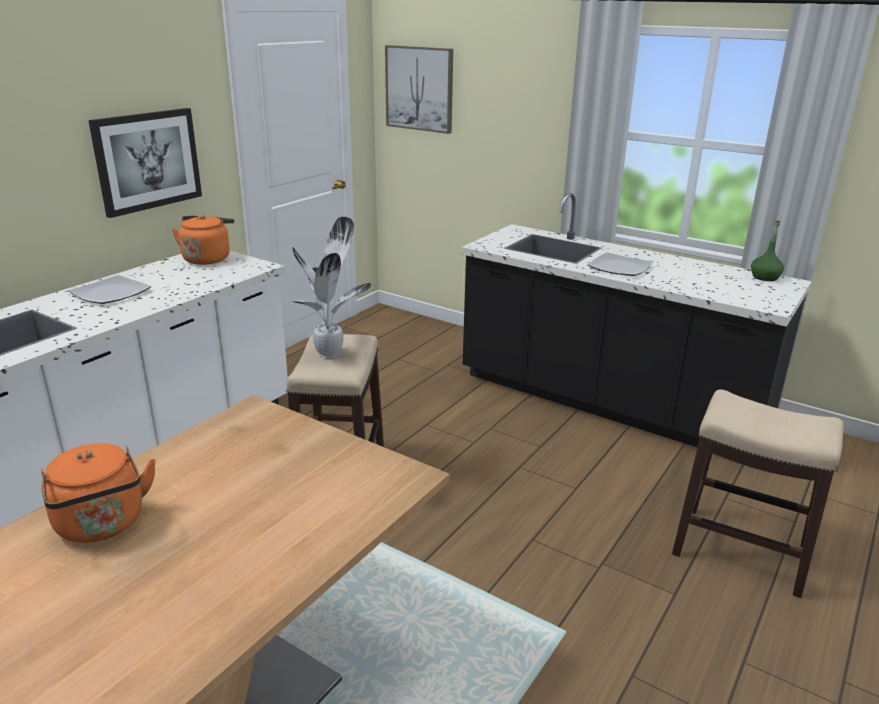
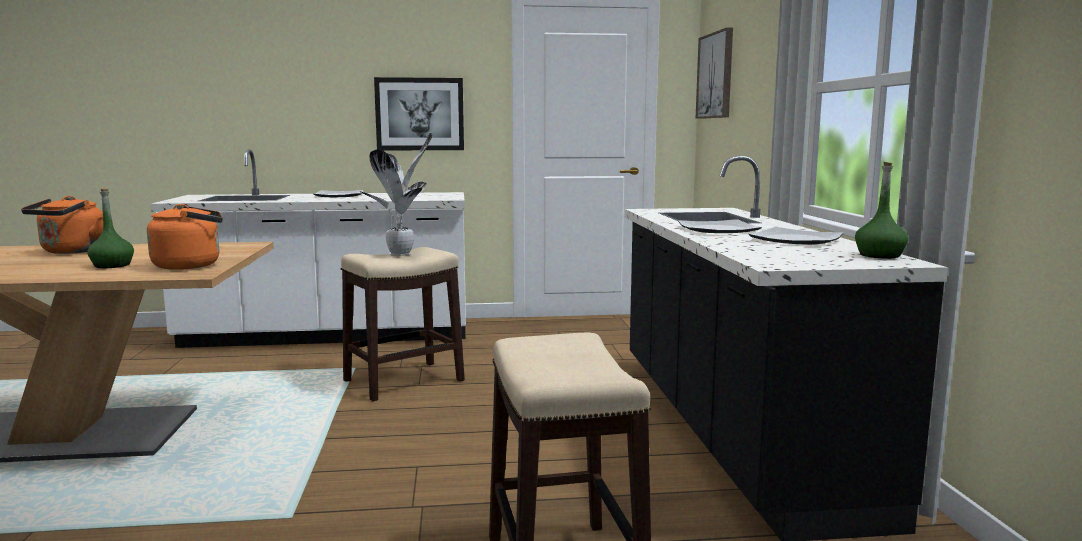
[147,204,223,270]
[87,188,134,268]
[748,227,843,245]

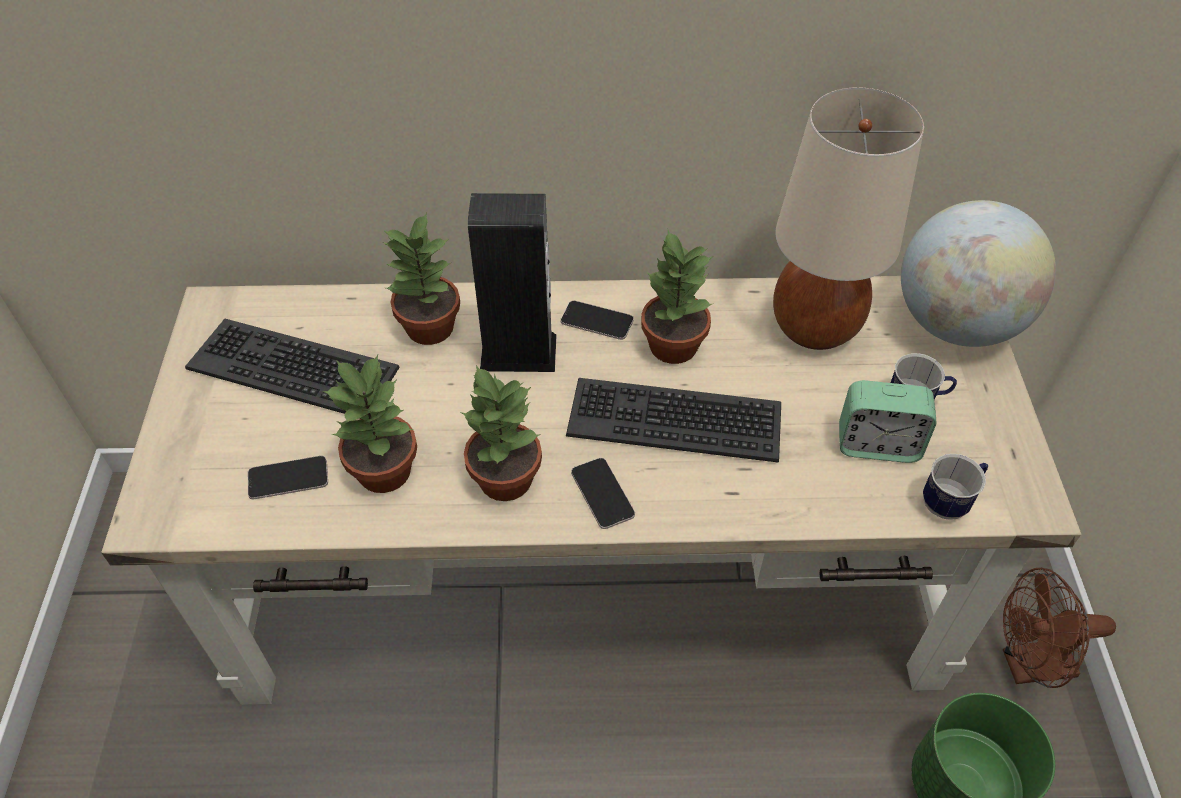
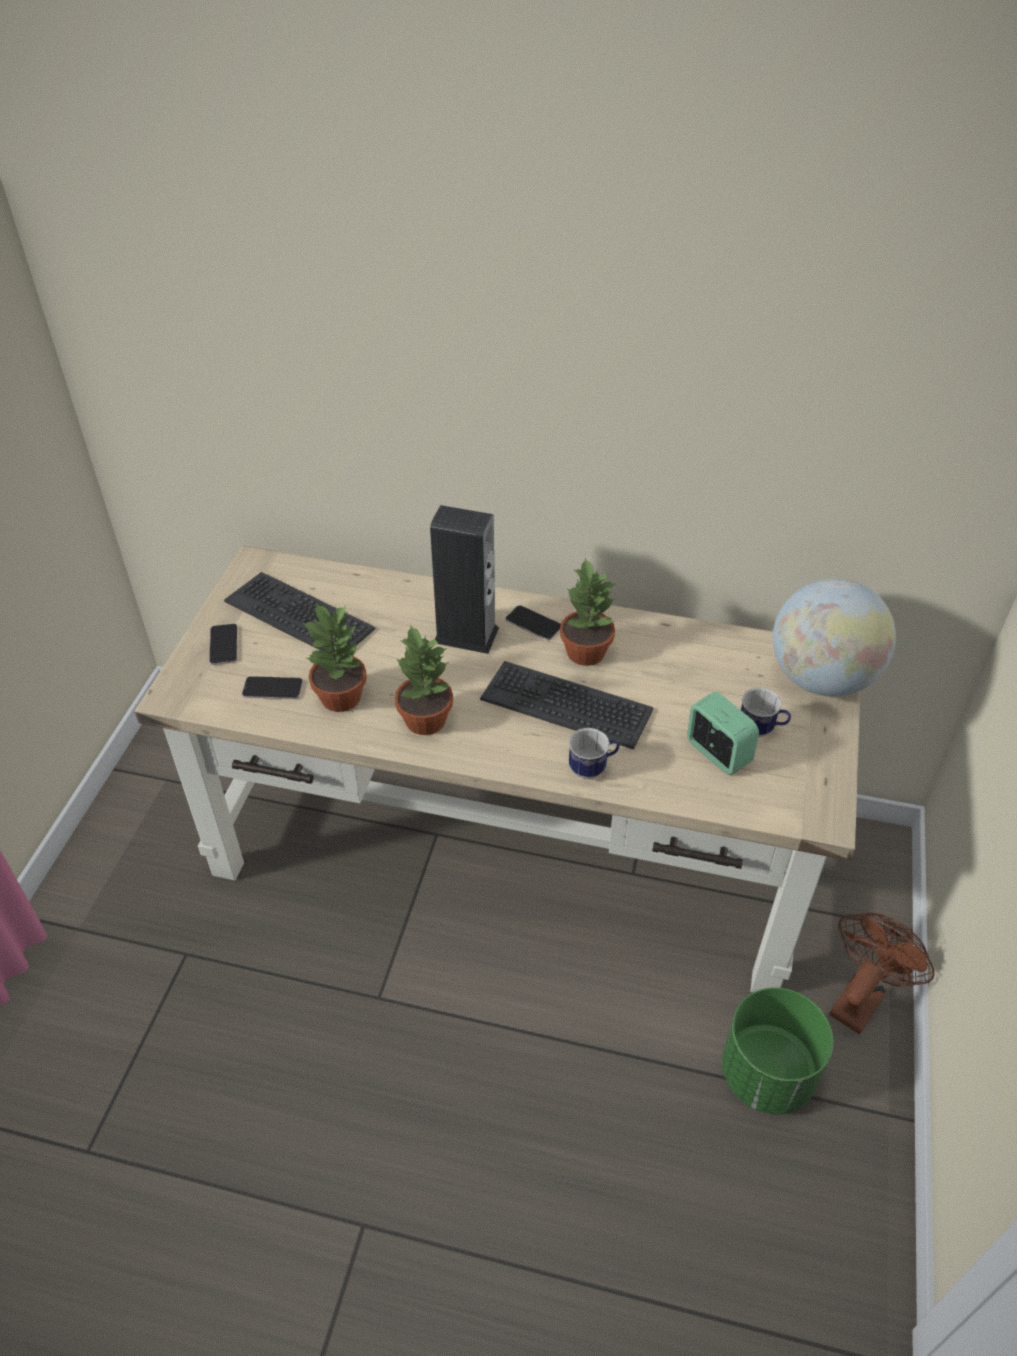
[383,212,460,345] (first image)
[209,624,238,665]
[773,87,924,350] (first image)
[687,692,759,775]
[569,728,620,779]
[829,913,934,1034]

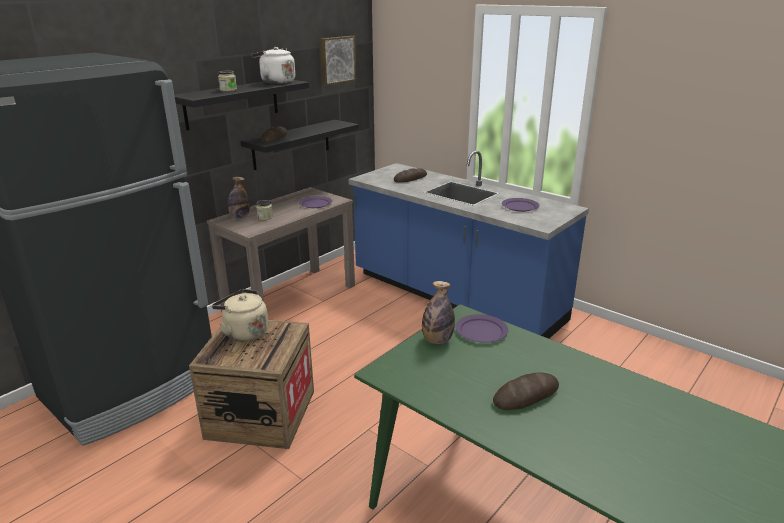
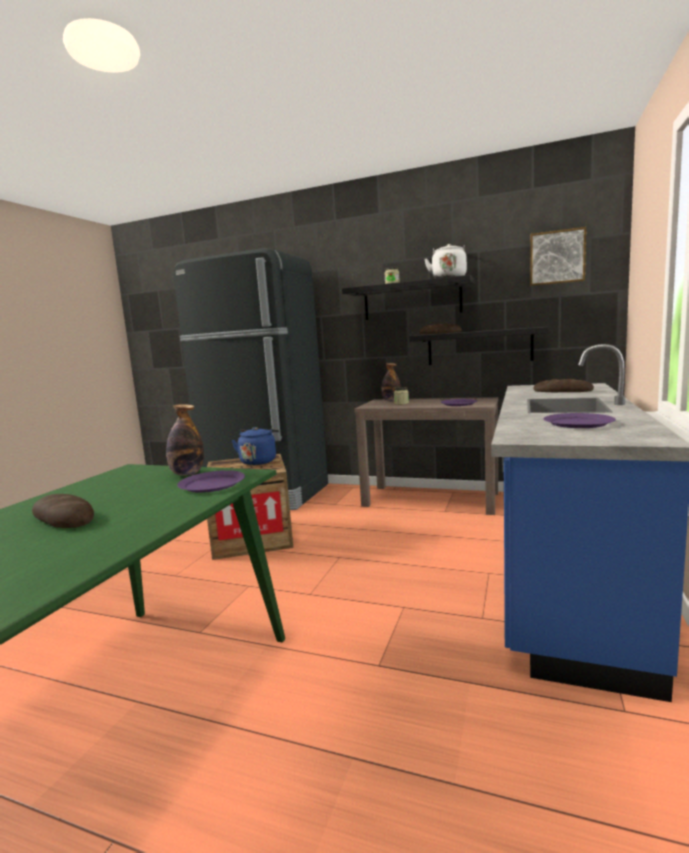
[231,427,279,465]

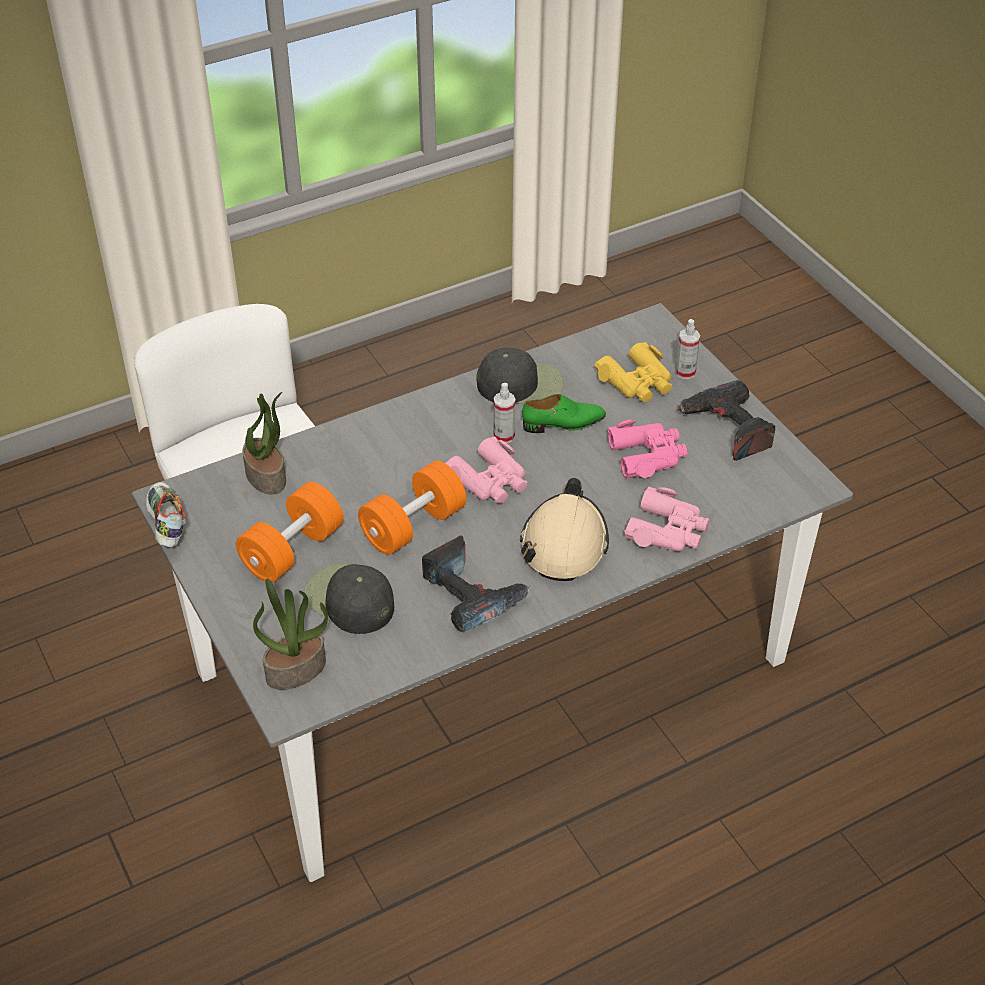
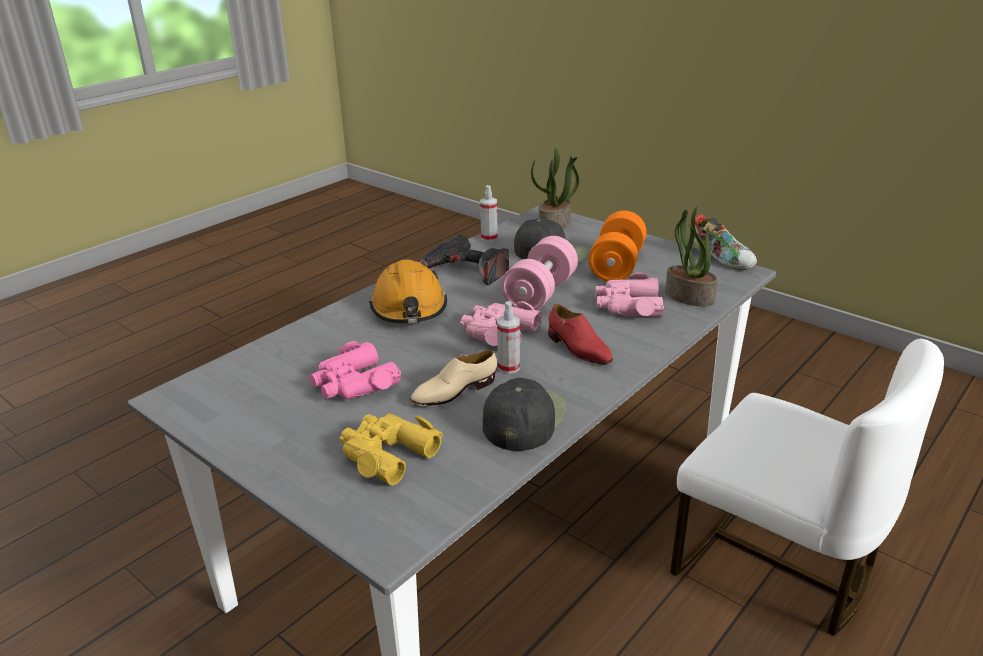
[501,236,578,310]
[483,378,566,451]
[369,259,447,323]
[410,350,497,406]
[595,272,664,317]
[480,185,498,242]
[677,380,775,461] (first image)
[548,304,613,365]

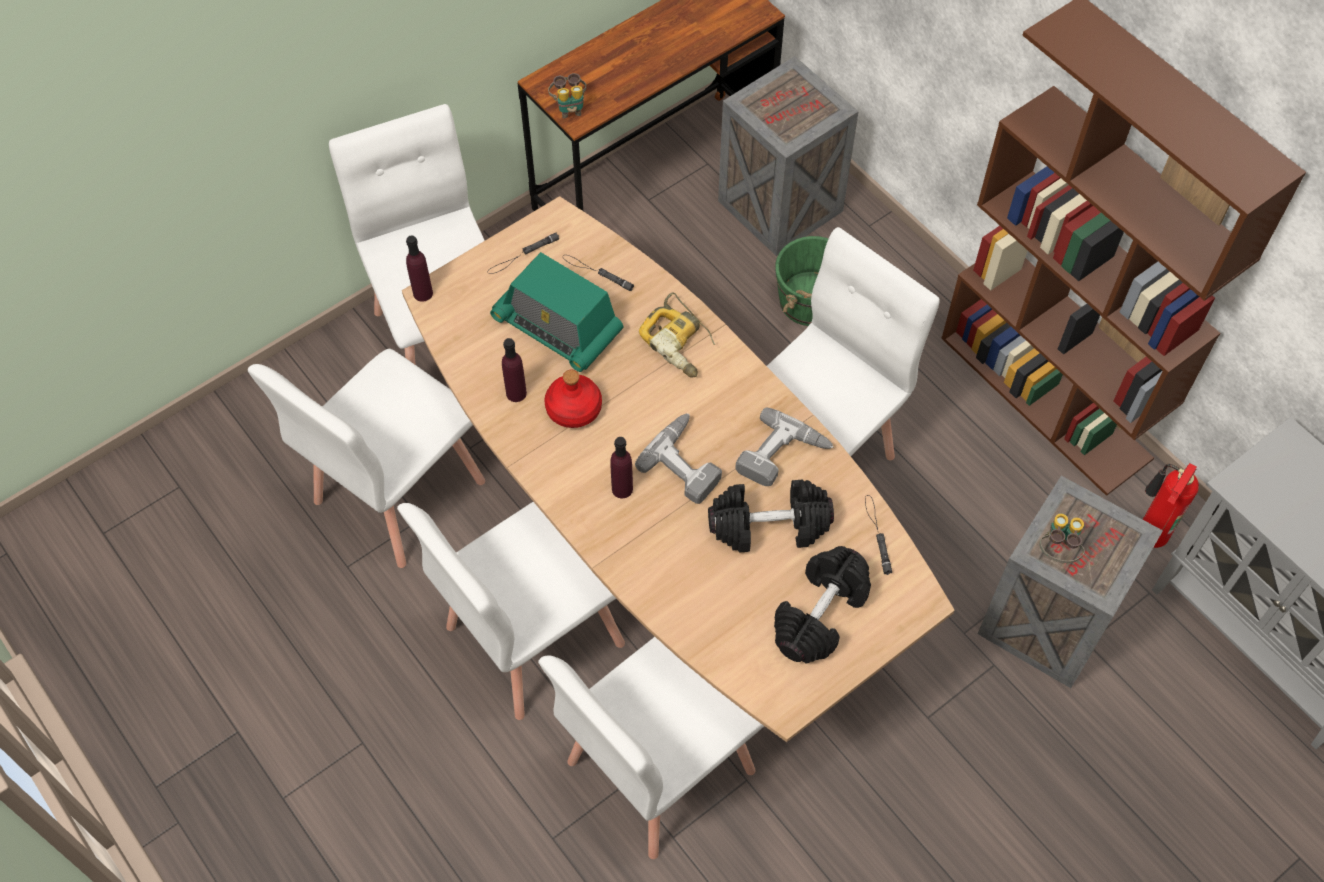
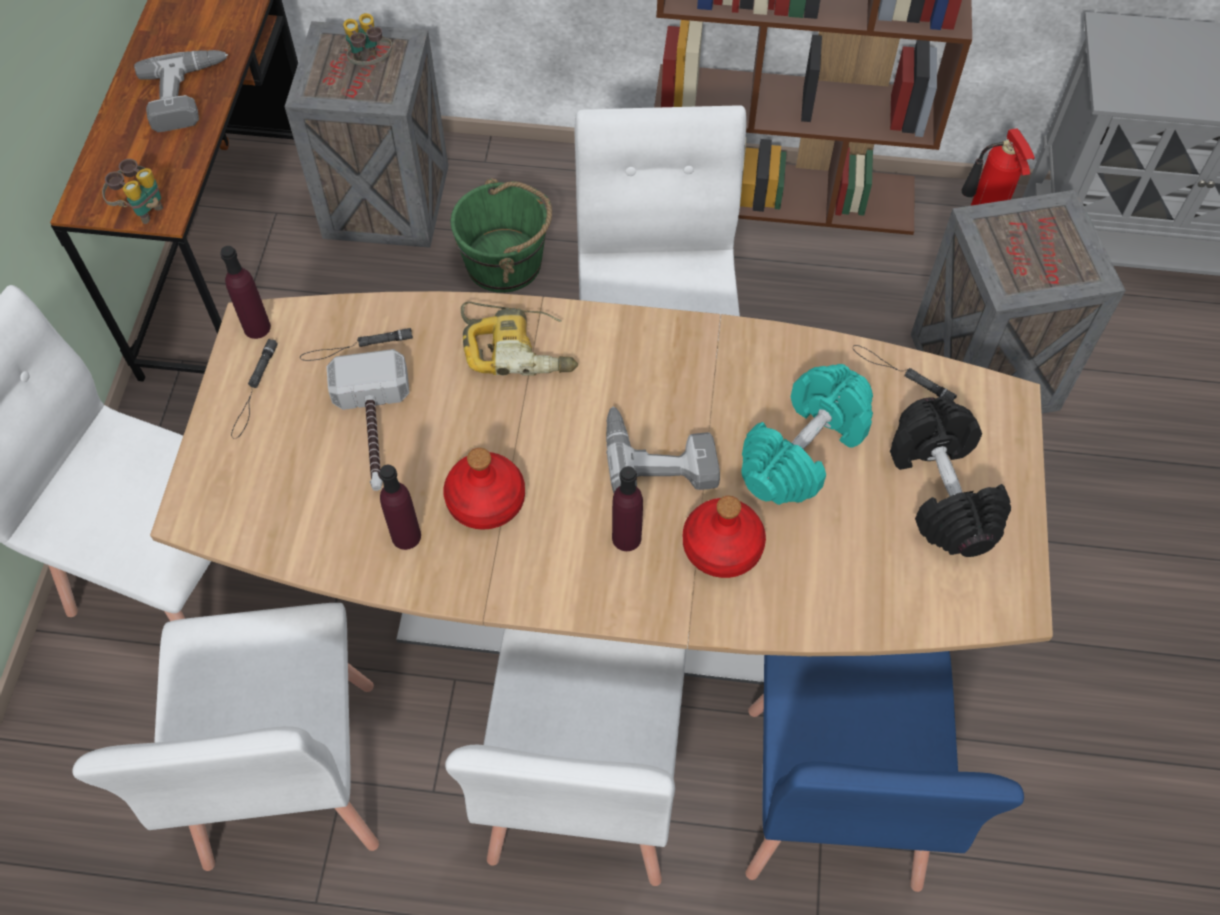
[220,246,271,339]
[327,349,409,491]
[745,651,1024,892]
[741,364,873,505]
[134,50,228,132]
[343,13,392,65]
[683,496,766,578]

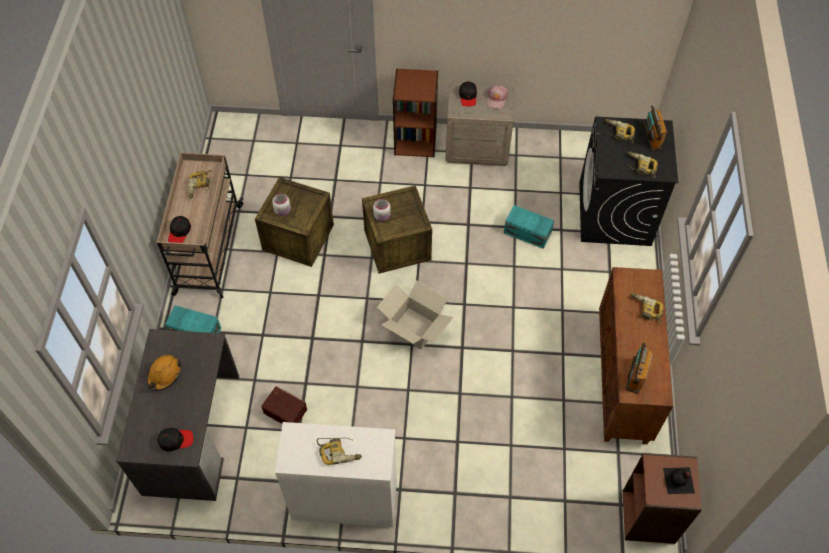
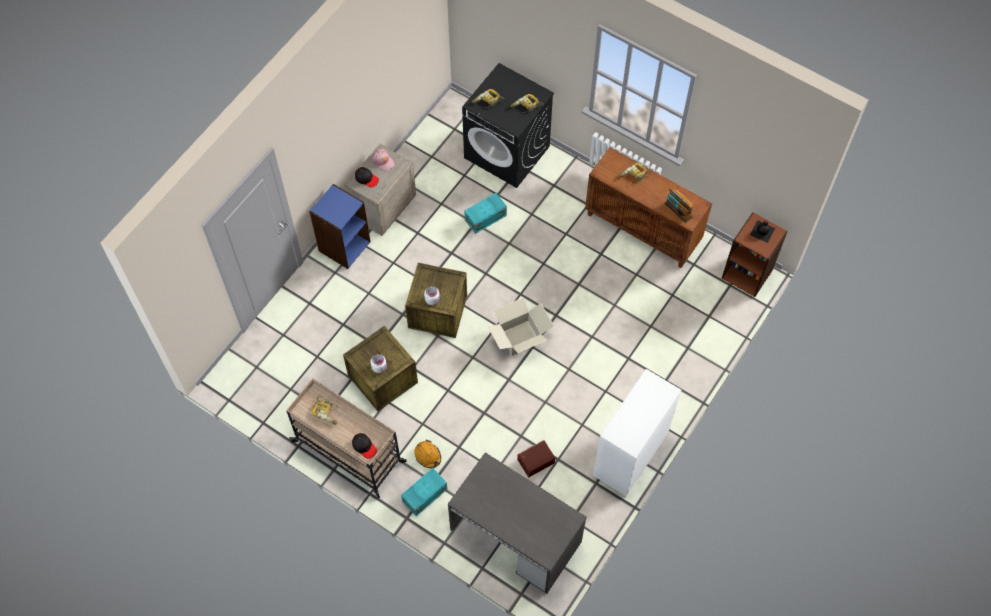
[414,440,441,468]
[157,428,194,452] (first image)
[317,438,362,465] (first image)
[309,184,370,269]
[643,105,667,151] (first image)

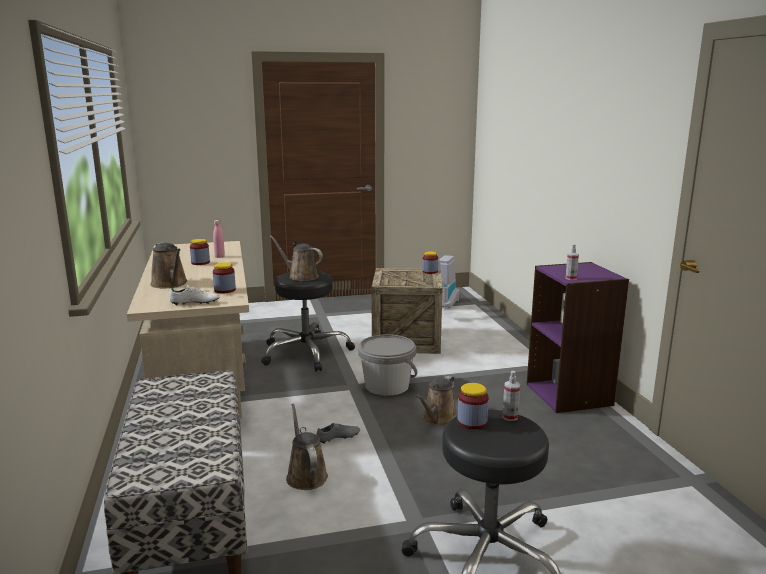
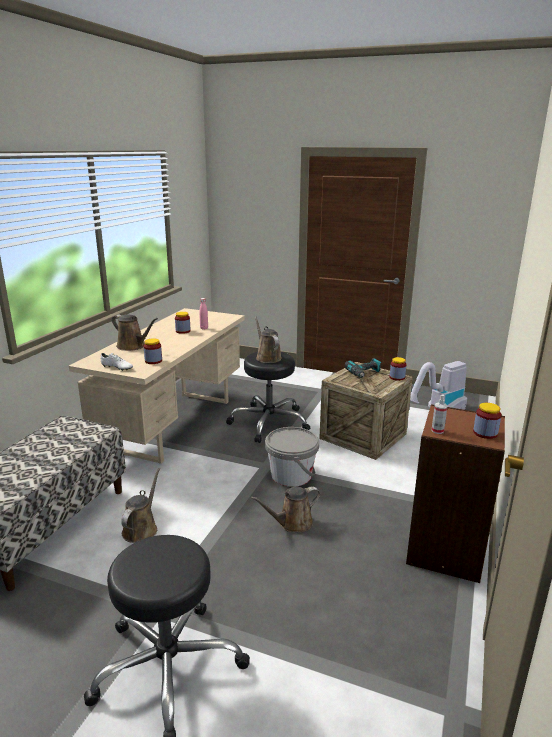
[112,314,158,351]
[316,423,360,444] (first image)
[473,403,501,439]
[502,371,520,421] (first image)
[406,404,505,583]
[345,358,381,378]

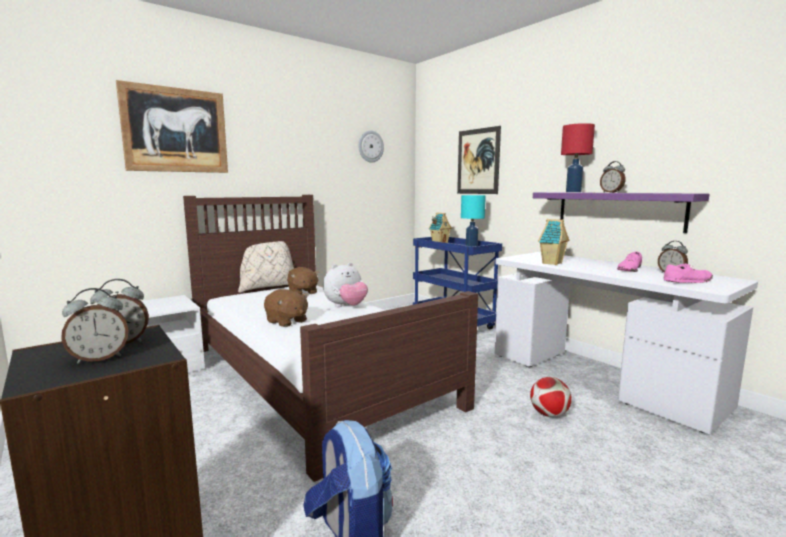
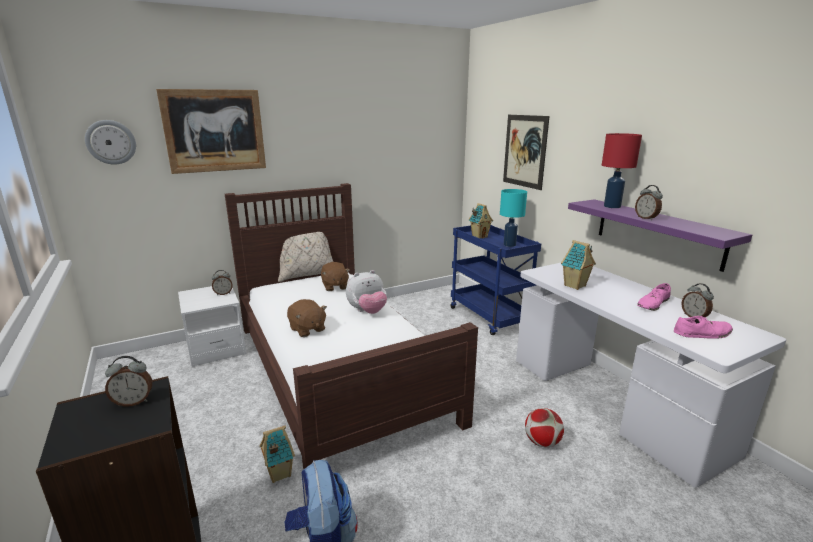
[212,270,232,295]
[85,120,136,165]
[259,425,295,483]

